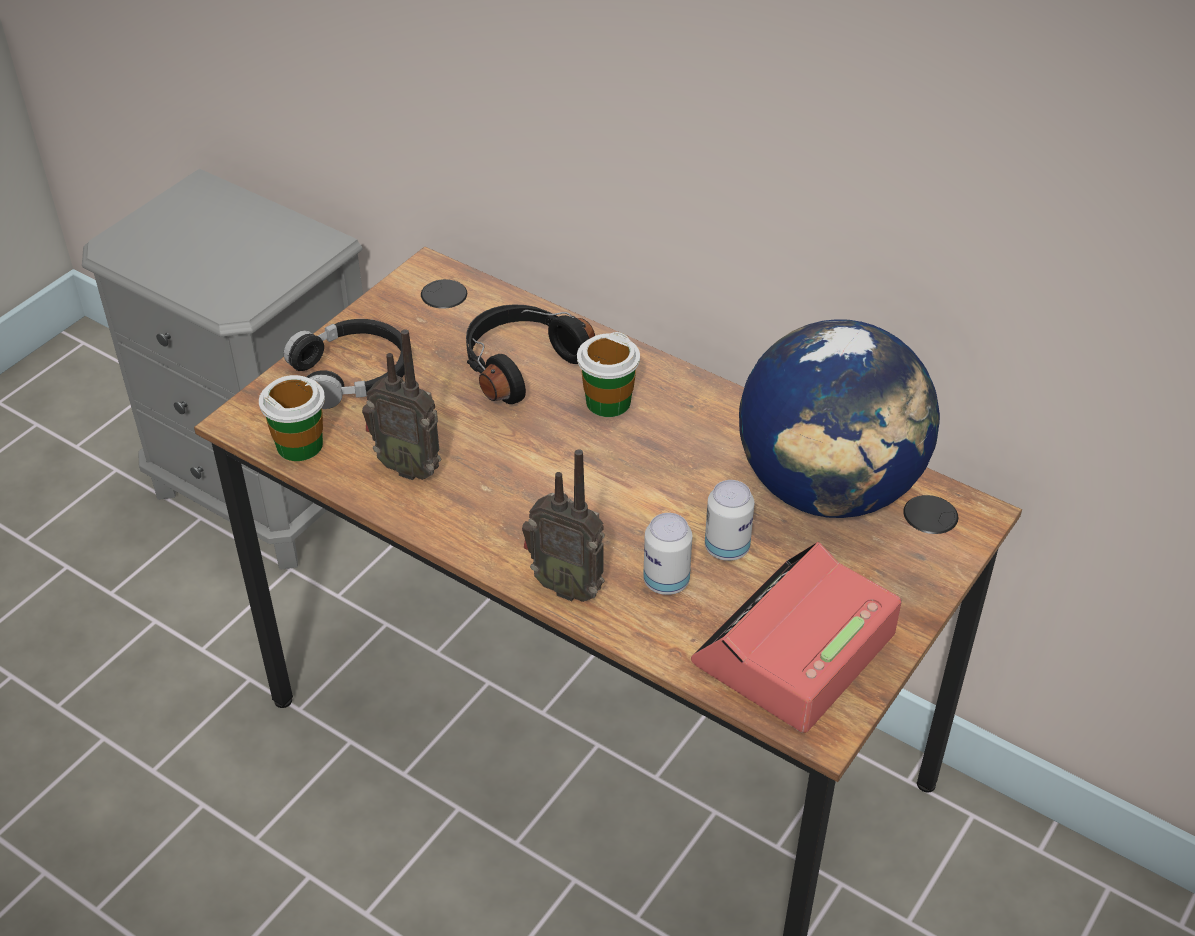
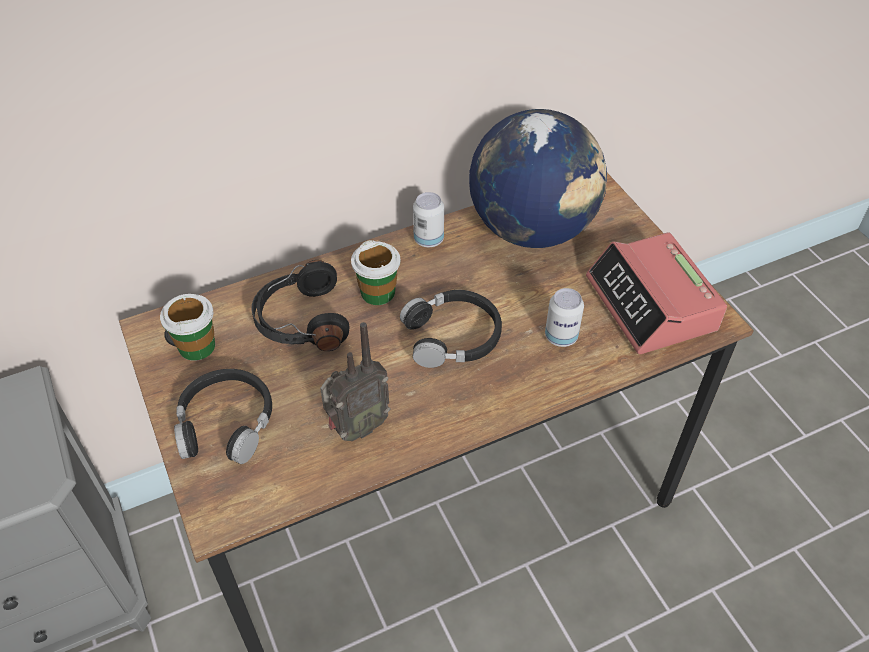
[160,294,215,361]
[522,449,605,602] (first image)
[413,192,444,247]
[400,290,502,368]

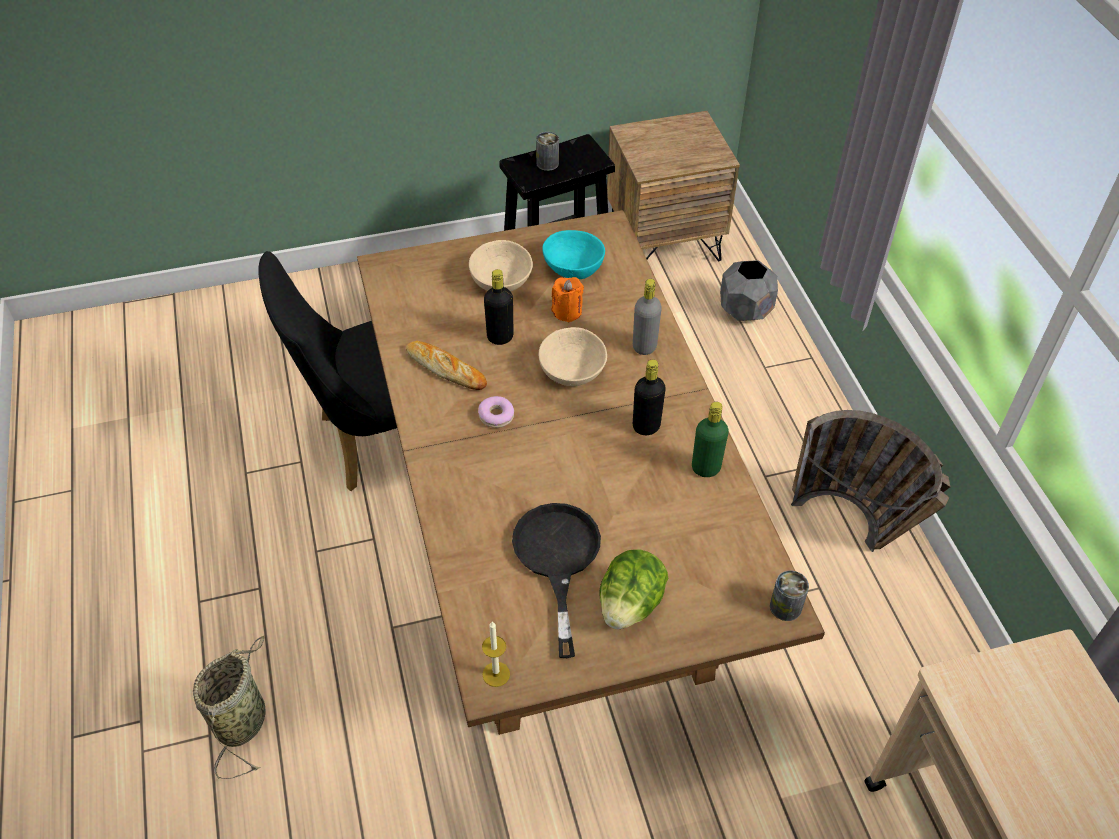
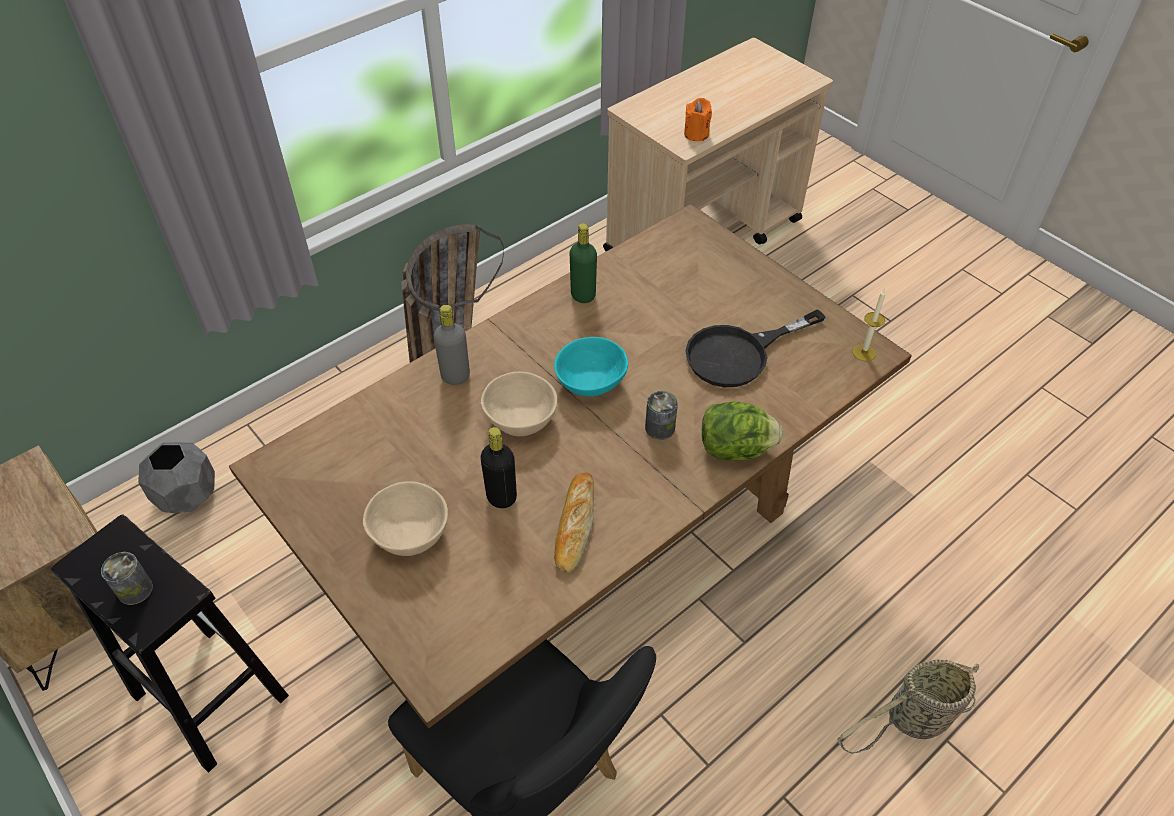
[478,396,514,428] (first image)
[554,337,628,396]
[684,98,712,141]
[702,401,783,461]
[633,359,666,435] (first image)
[645,391,678,440]

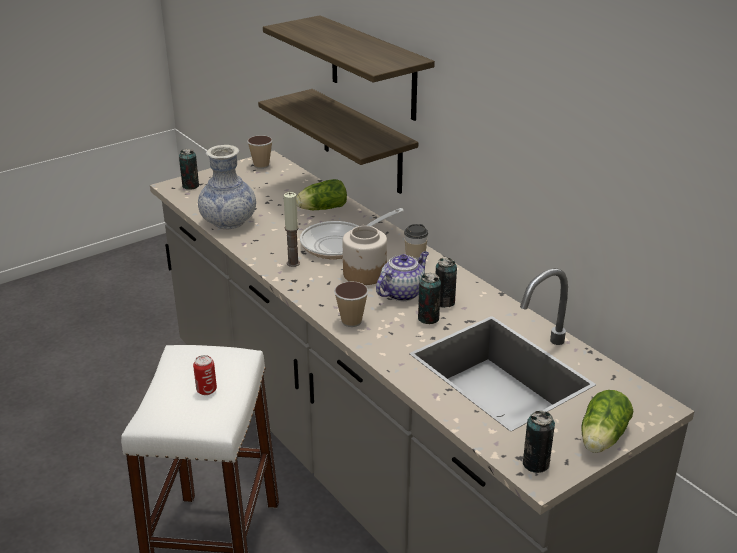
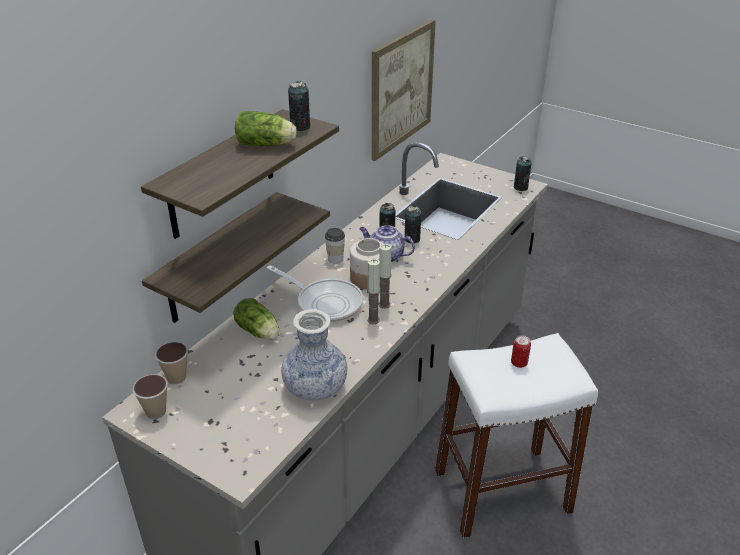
[288,81,310,131]
[155,342,188,384]
[235,111,297,146]
[372,20,436,161]
[379,244,392,309]

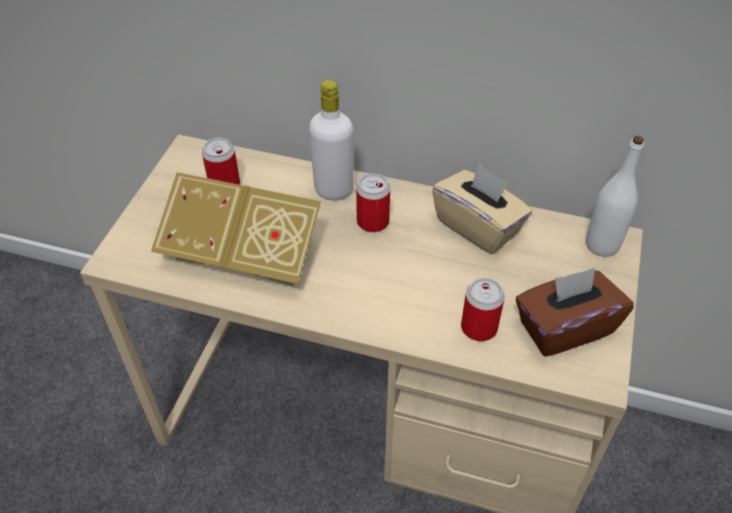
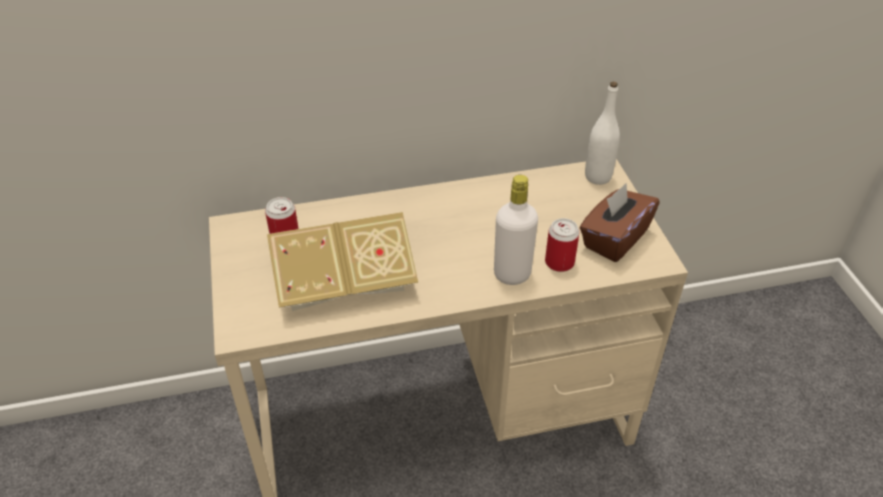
[494,175,538,285]
[356,173,390,232] (first image)
[432,164,532,254] (first image)

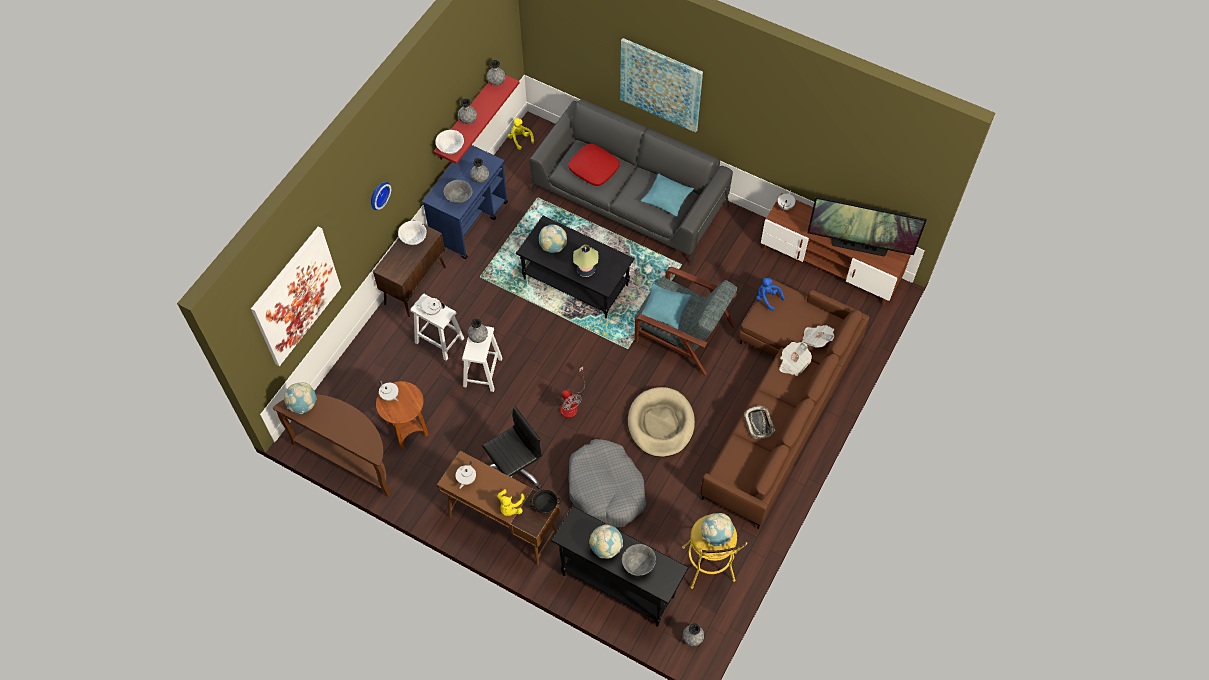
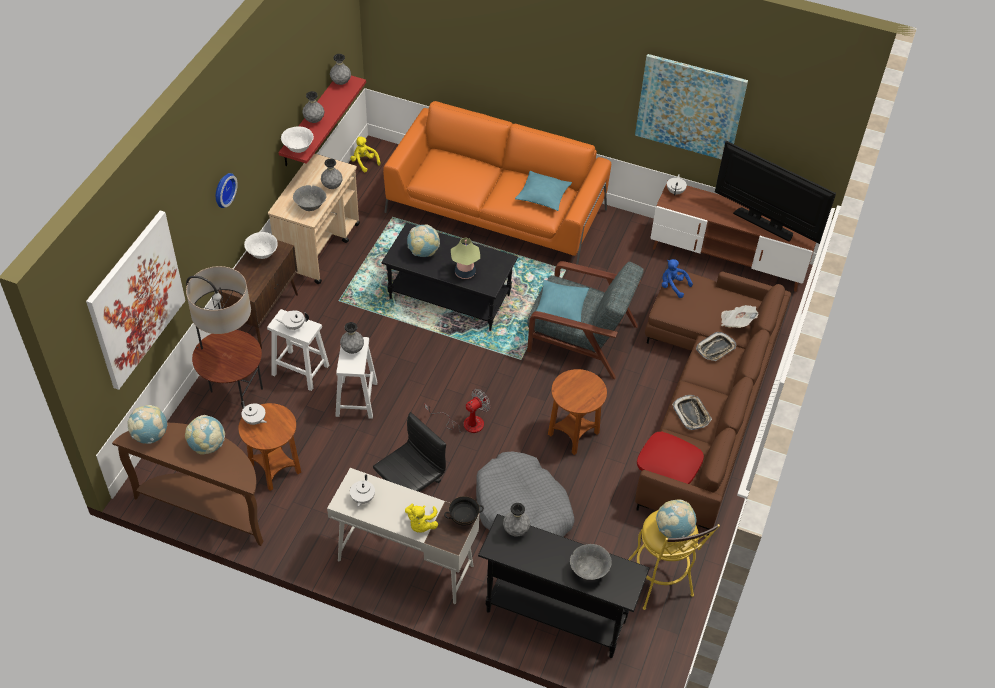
[268,153,360,284]
[327,468,479,604]
[383,101,611,265]
[425,389,490,433]
[637,432,704,484]
[185,415,225,455]
[635,54,748,160]
[548,369,607,455]
[503,503,530,537]
[696,332,736,361]
[715,141,836,244]
[186,266,263,402]

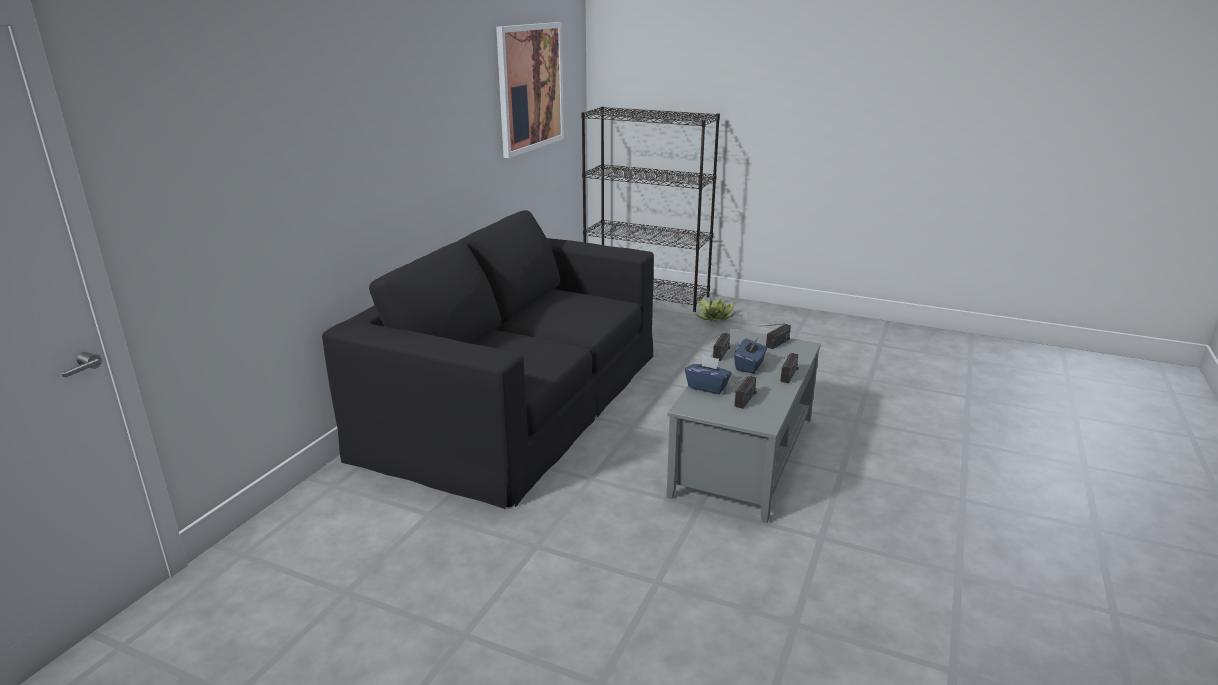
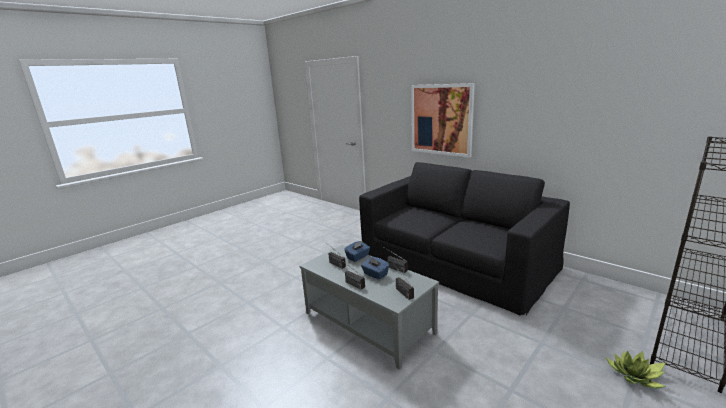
[411,83,475,158]

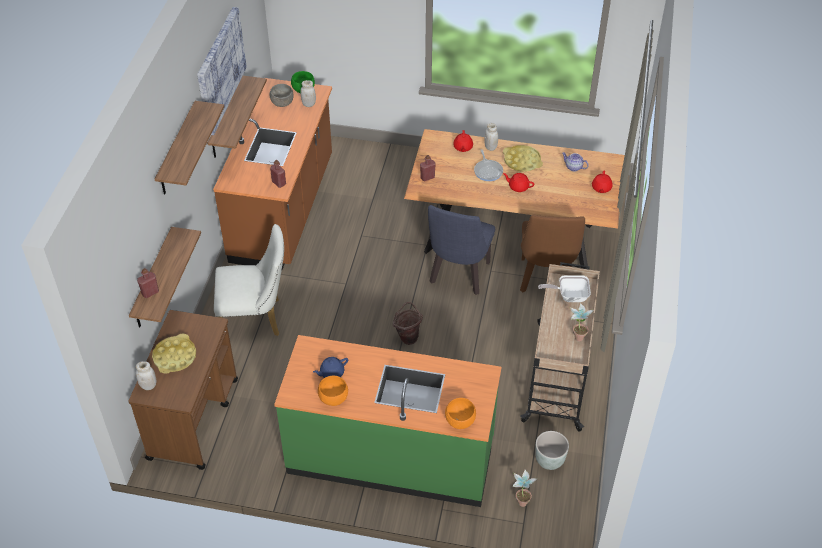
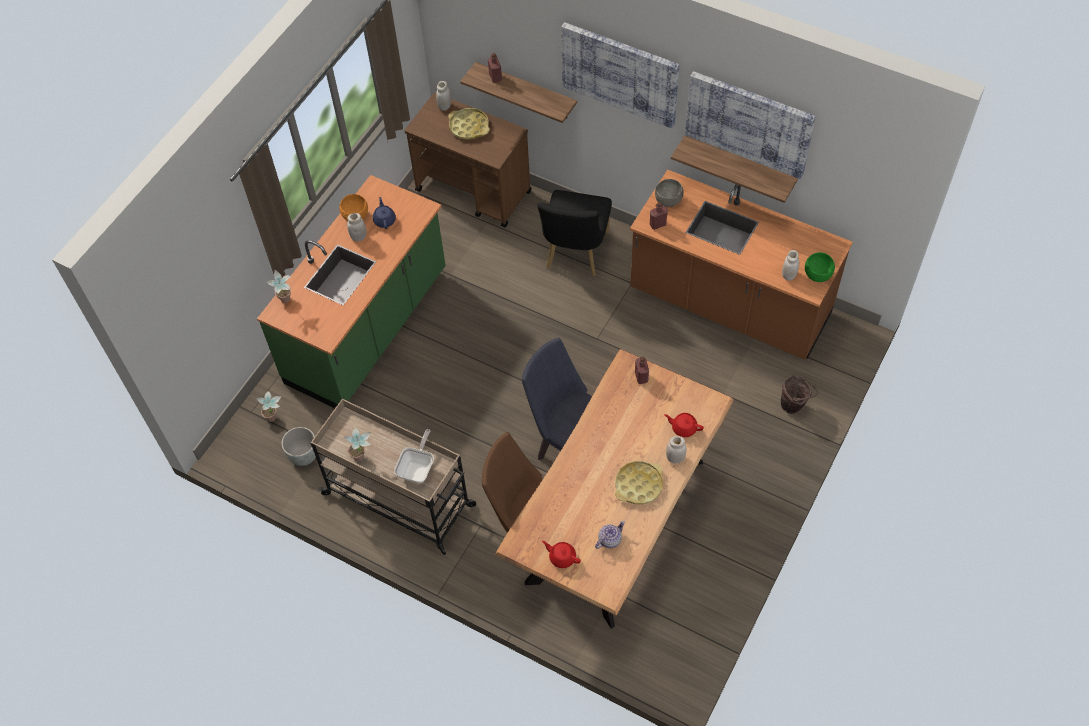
[561,22,680,128]
[537,190,612,276]
[655,179,684,207]
[781,375,818,414]
[266,270,291,303]
[474,149,503,181] (first image)
[503,173,534,192] (first image)
[347,213,367,242]

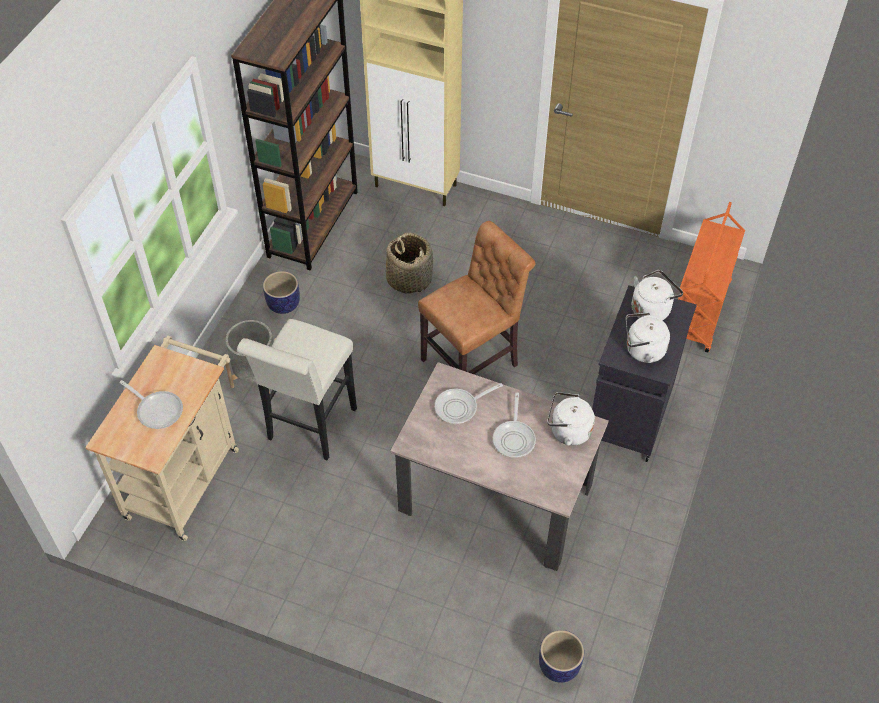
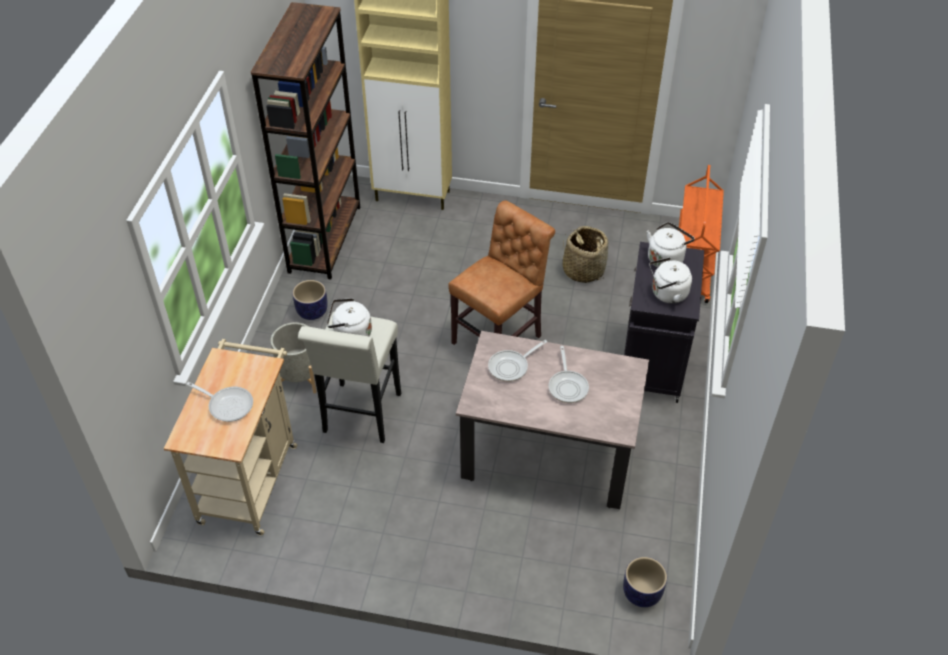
[563,226,608,283]
[327,298,372,336]

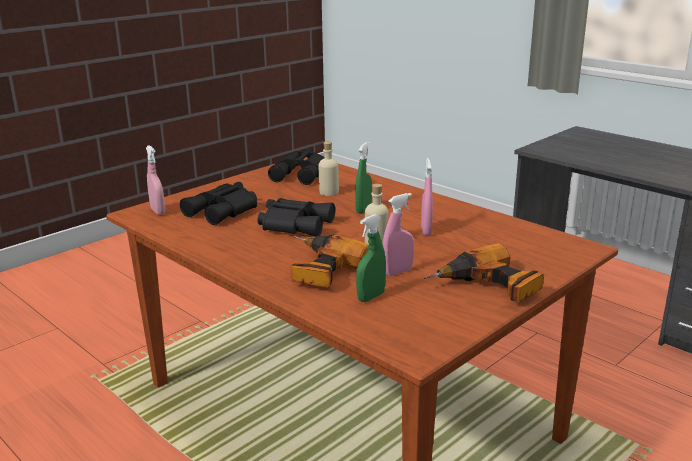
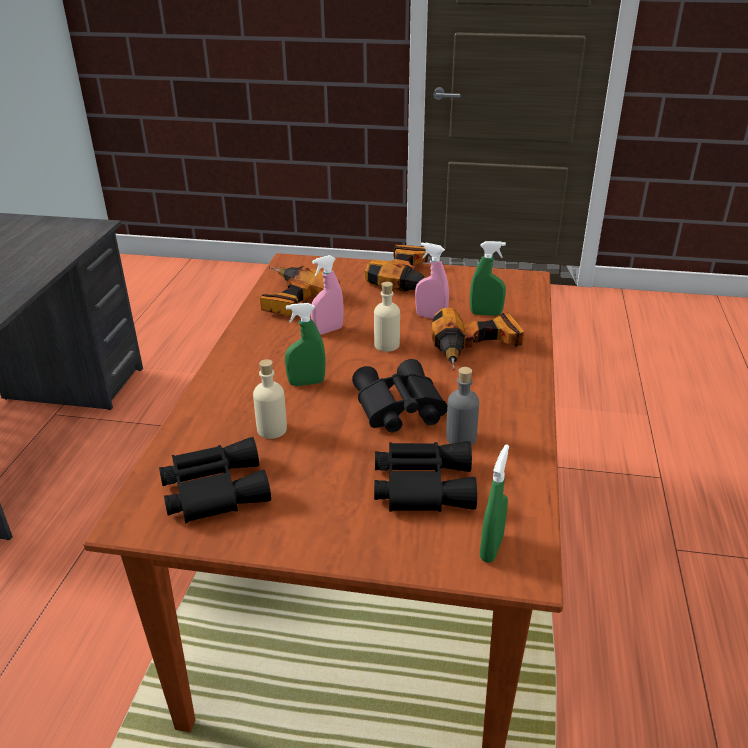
[480,444,509,563]
[260,266,340,316]
[446,367,479,446]

